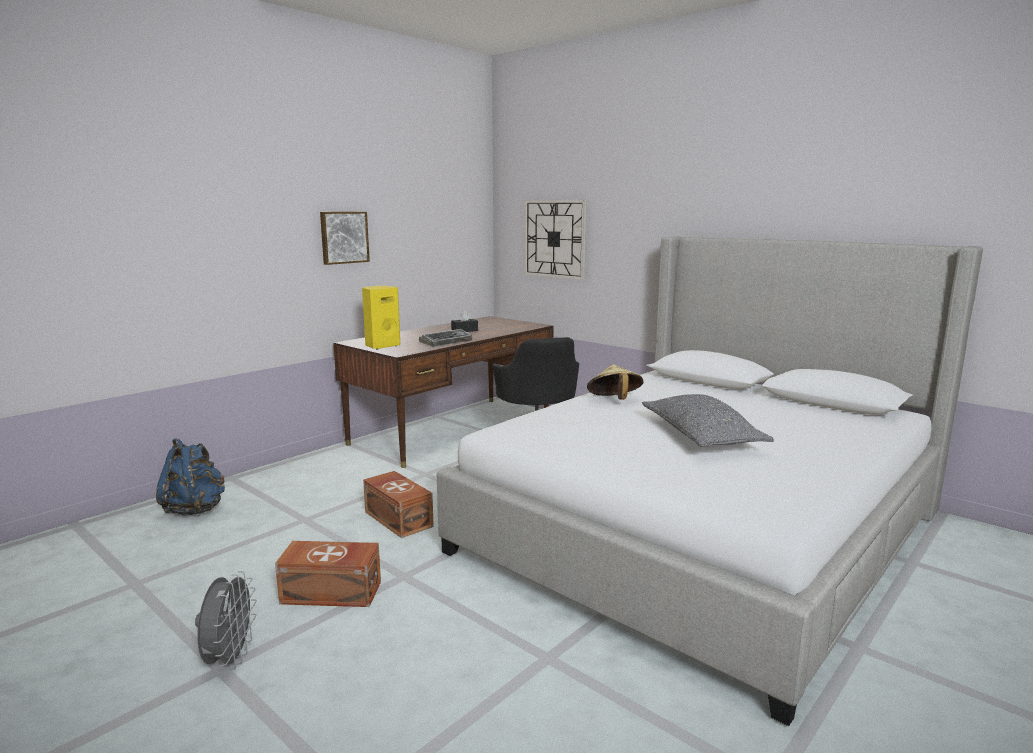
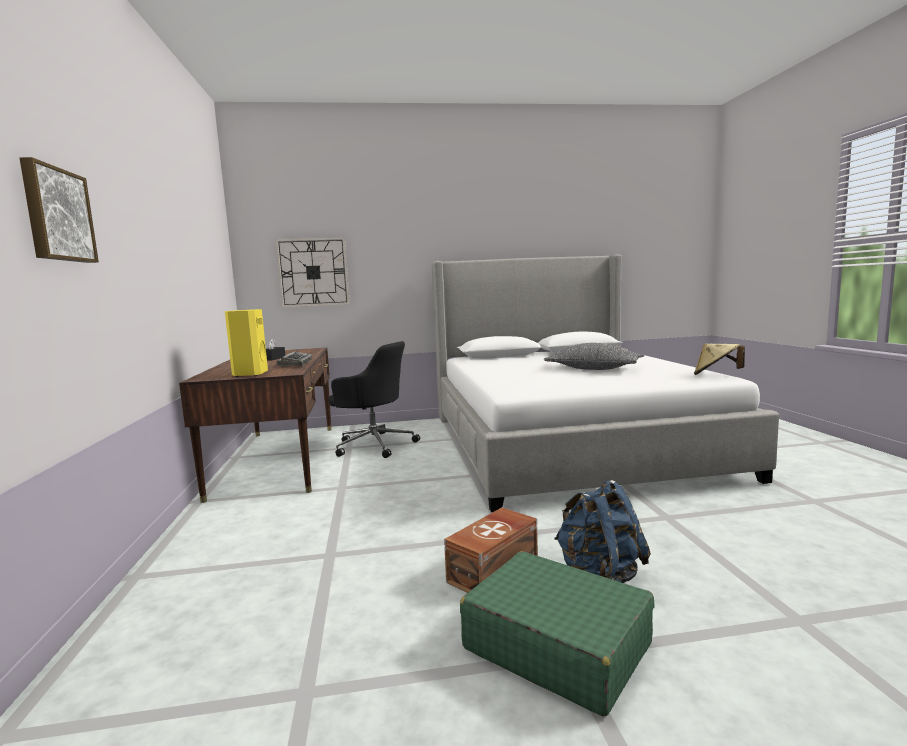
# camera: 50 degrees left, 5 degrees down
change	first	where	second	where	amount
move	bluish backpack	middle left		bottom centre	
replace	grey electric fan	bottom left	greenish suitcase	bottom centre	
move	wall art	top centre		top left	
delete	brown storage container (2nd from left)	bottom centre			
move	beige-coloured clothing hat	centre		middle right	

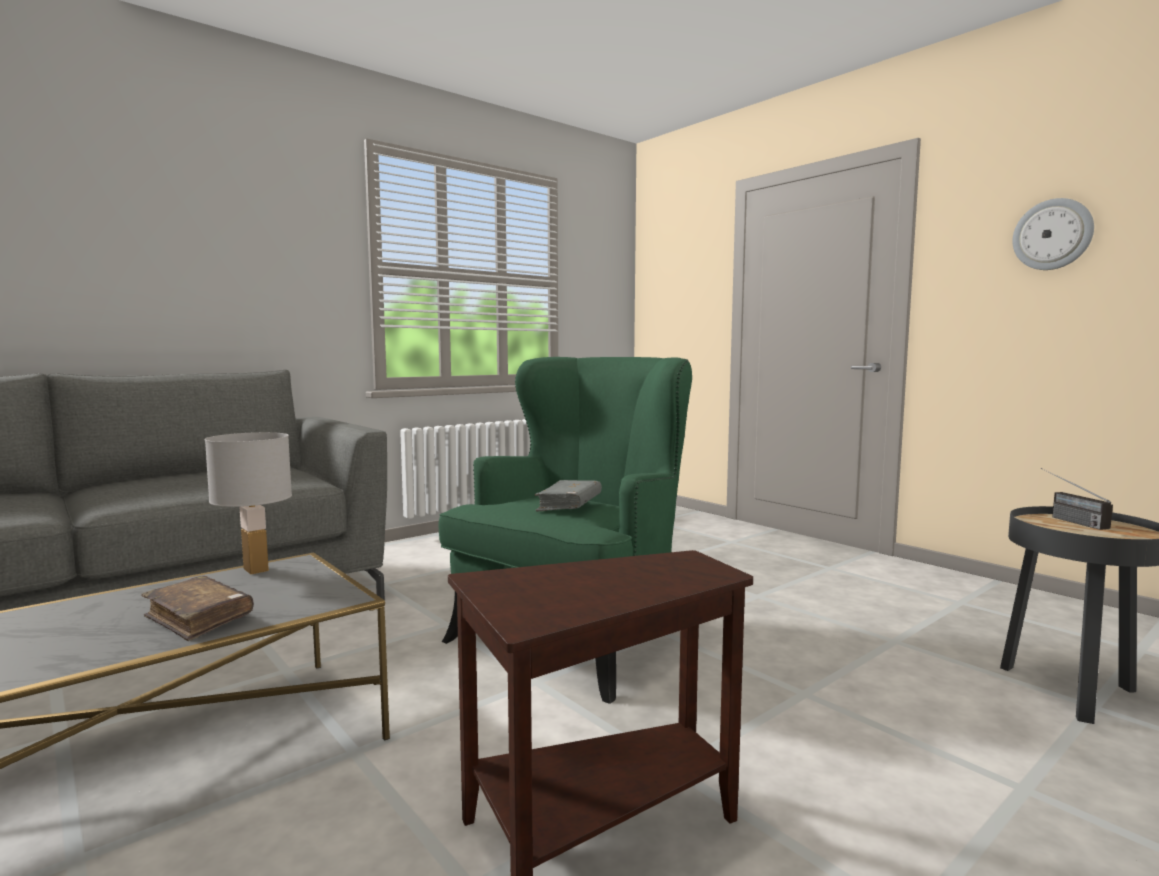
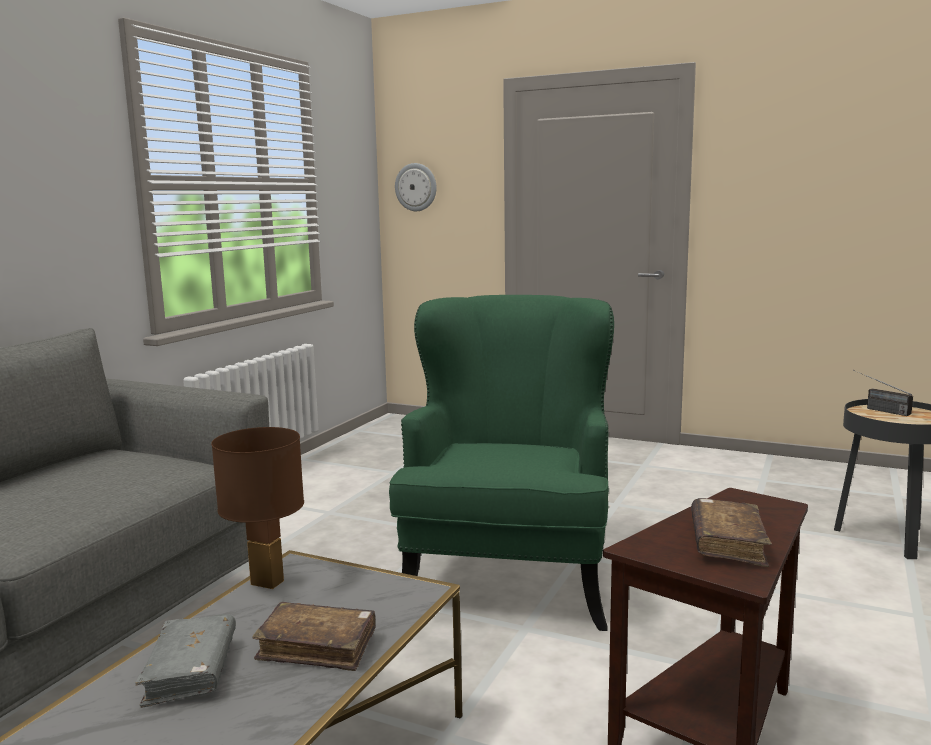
# camera: 25 degrees left, 5 degrees up
change	first	where	second	where	amount
recolor	whitish tabletop lamp	middle left	brown tabletop lamp	bottom left	
move	grey bound book	centre		bottom left	
move	clock on the wall	top right		top centre	
insert			brown bound book (2nd from left)	bottom right	

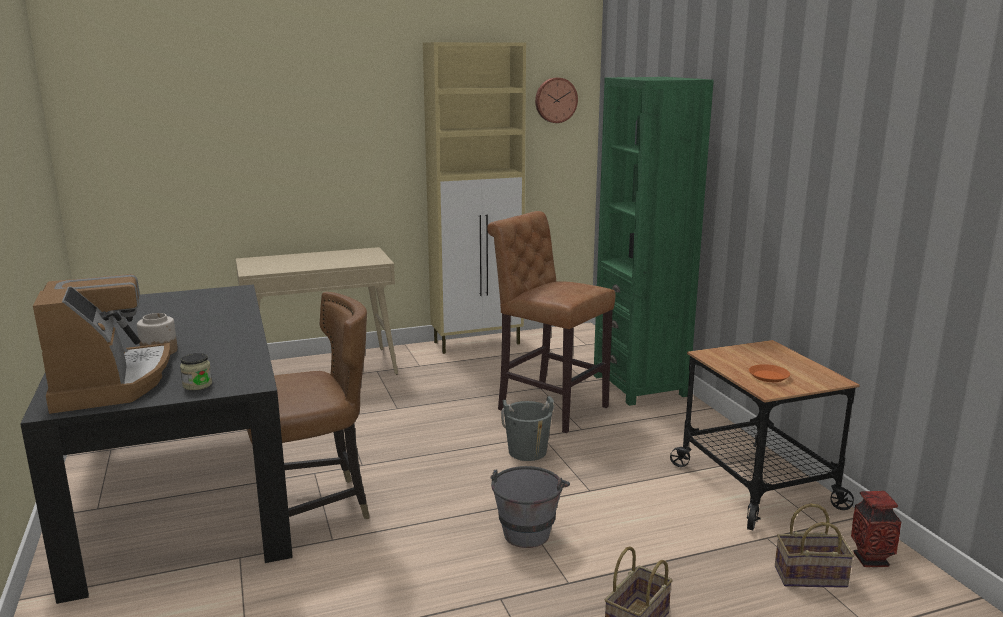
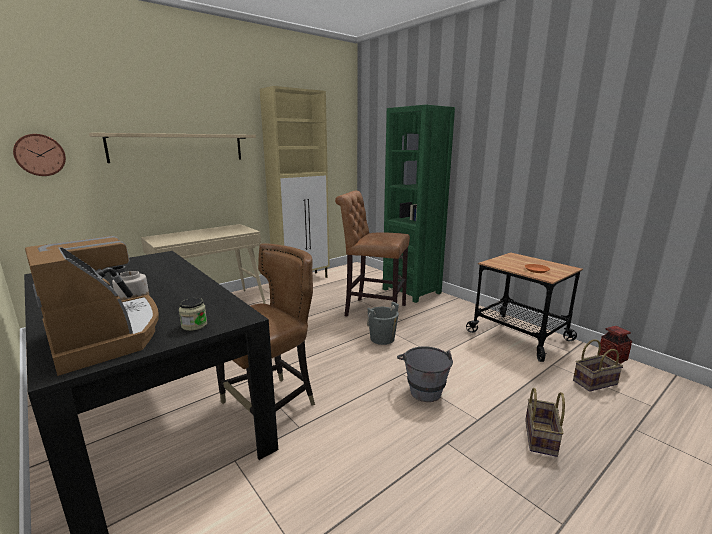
# camera: 20 degrees left, 0 degrees up
change	first	where	second	where	amount
move	clock on the wall	top centre		top left	
insert			beige-coloured bracket shelf	top left	

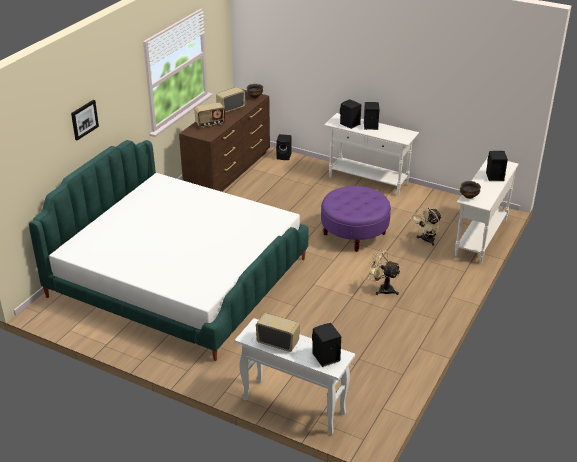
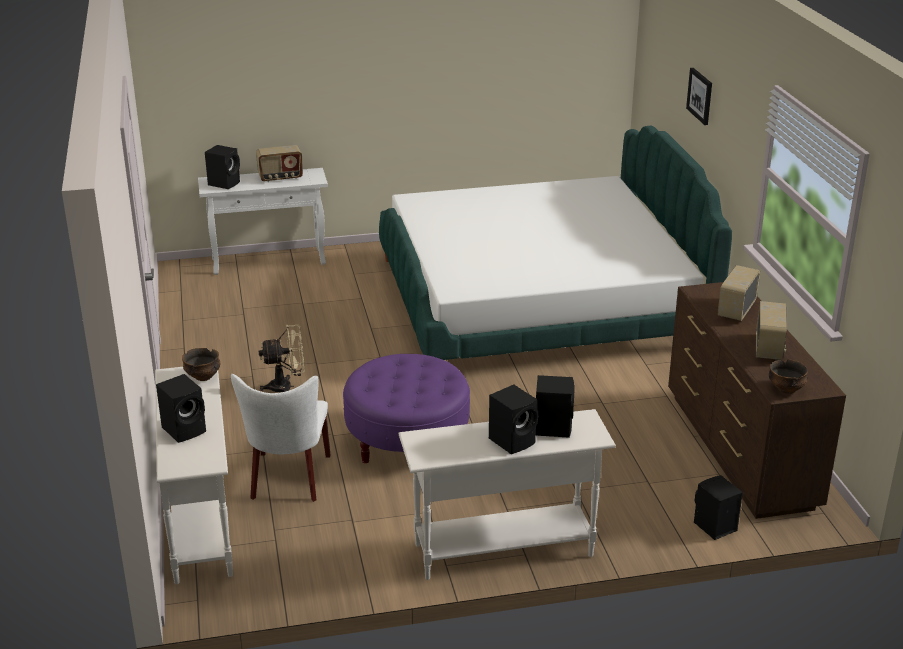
# camera: 140 degrees right, 5 degrees down
change	first	where	second	where	amount
replace	beige-coloured electric fan (2nd from left)	middle right	whitish chair	bottom left	

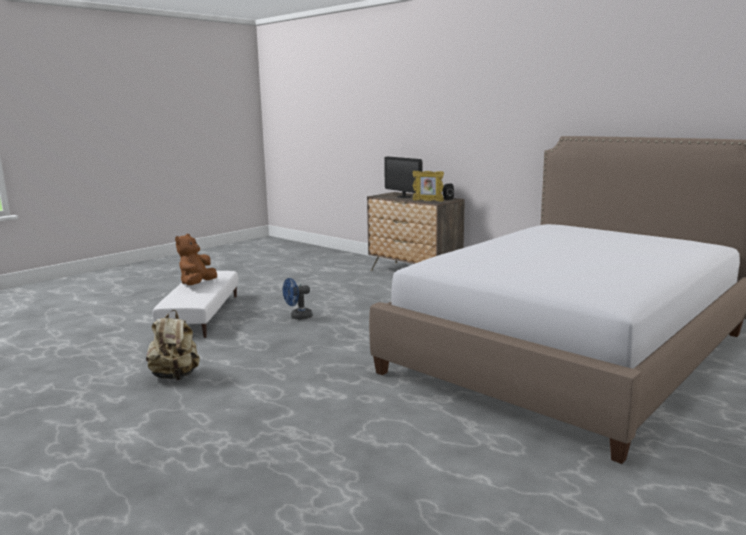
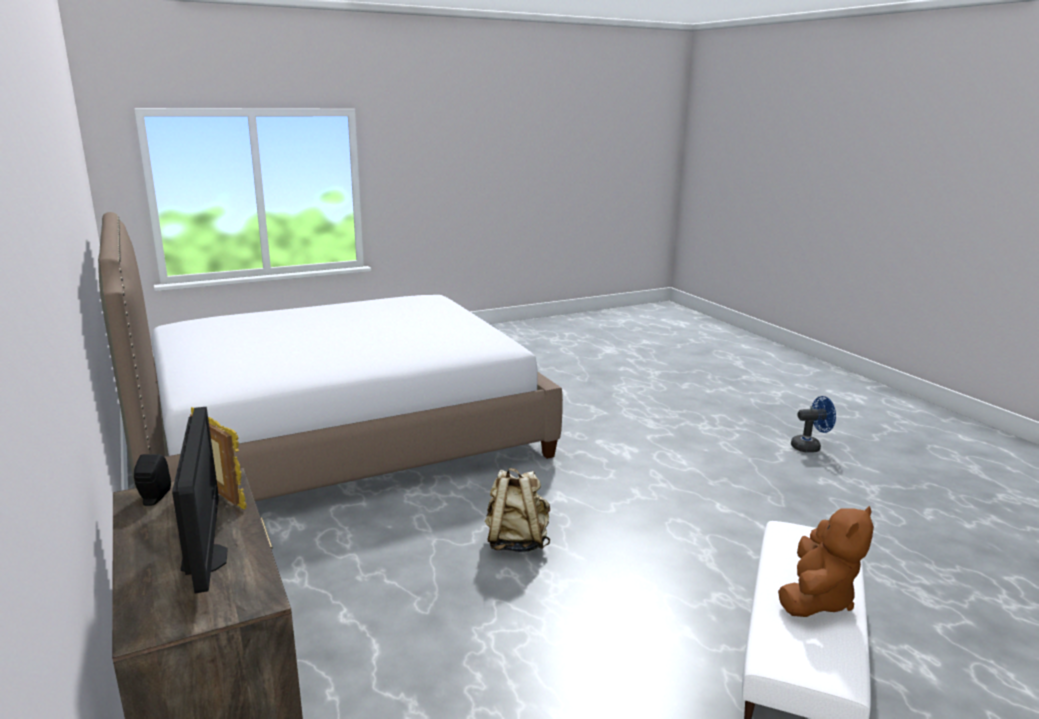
# camera: 160 degrees left, 5 degrees up
change	first	where	second	where	amount
move	beige-coloured backpack	middle left		bottom centre	
move	bluish electric fan	centre		middle right	

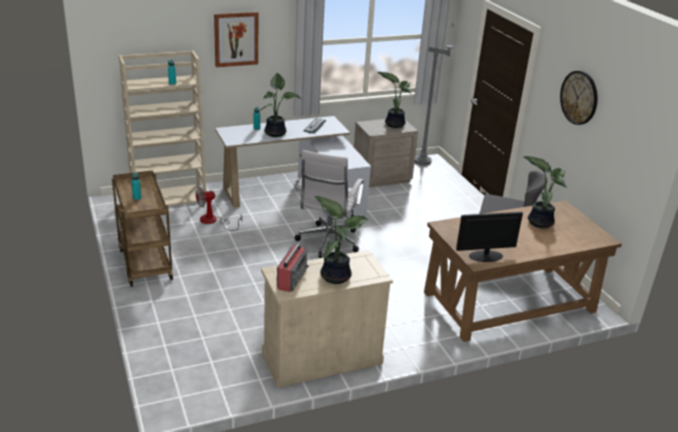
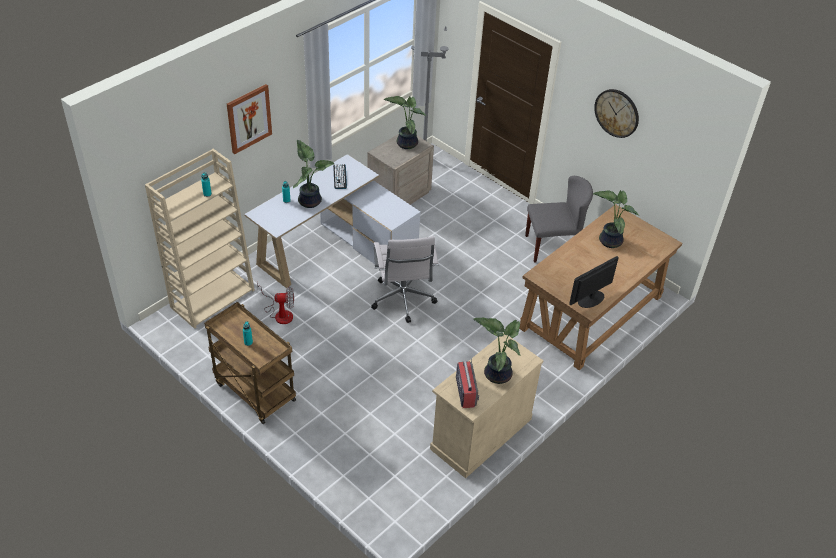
# camera: 25 degrees left, 15 degrees up
change	first	where	second	where	amount
rotate	electric fan	middle left		middle left	135 degrees counterclockwise

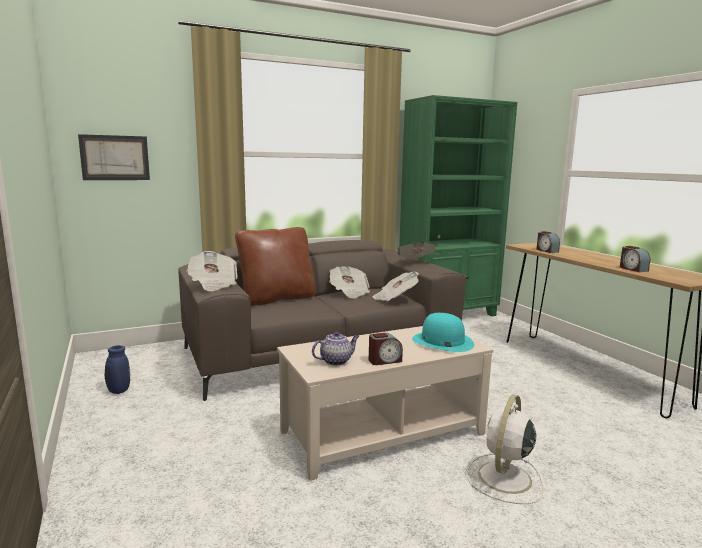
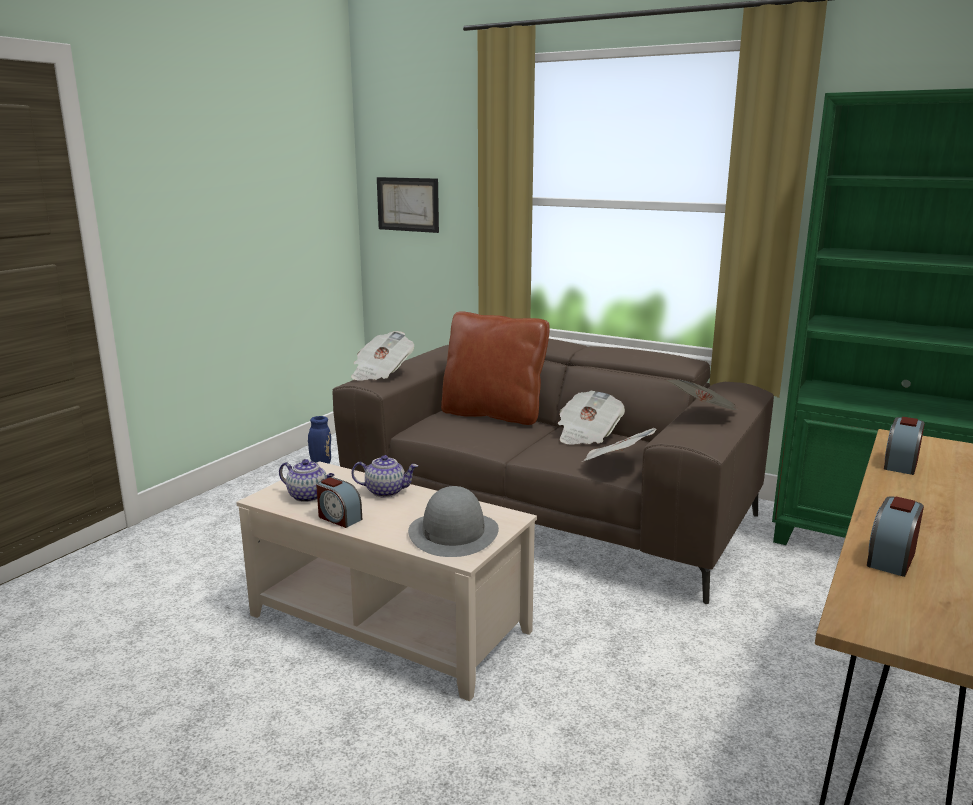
# camera: 55 degrees right, 5 degrees up
change	first	where	second	where	amount
recolor	turquoise-coloured clothing hat	centre	grey clothing hat	centre	
delete	whitish electric fan	bottom right			
insert			tea pot (2nd from left)	centre	

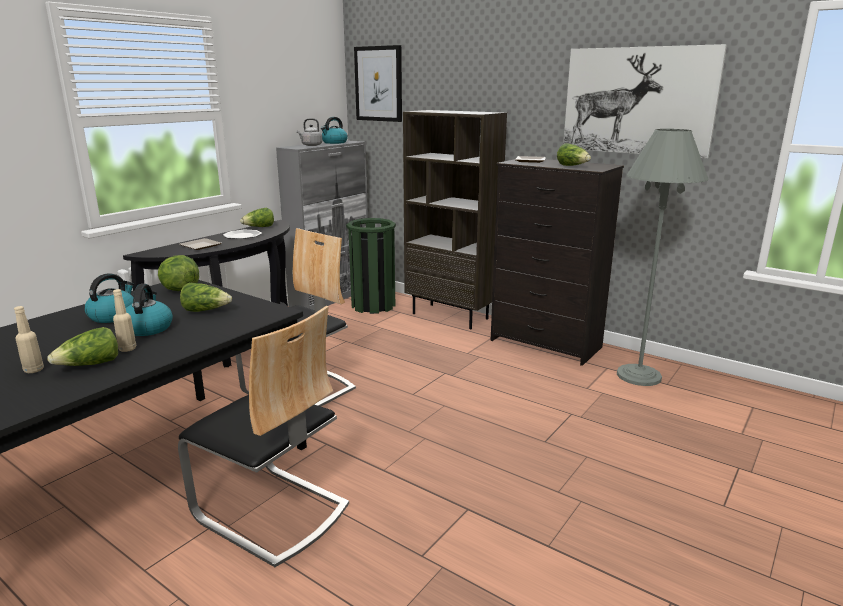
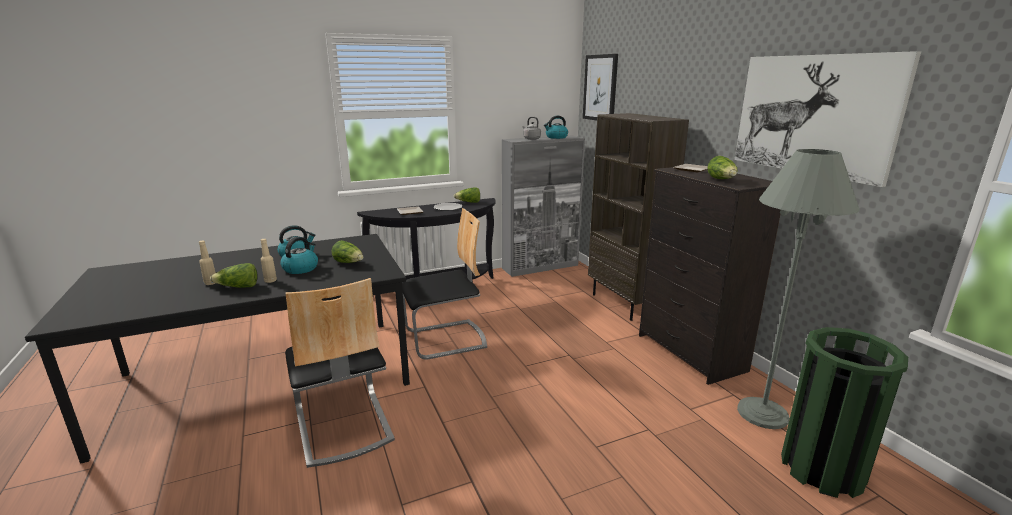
# camera: 30 degrees right, 0 degrees up
change	first	where	second	where	amount
delete	lettuce (2nd from left)	middle left			
move	greenish waste bin	centre		bottom right	

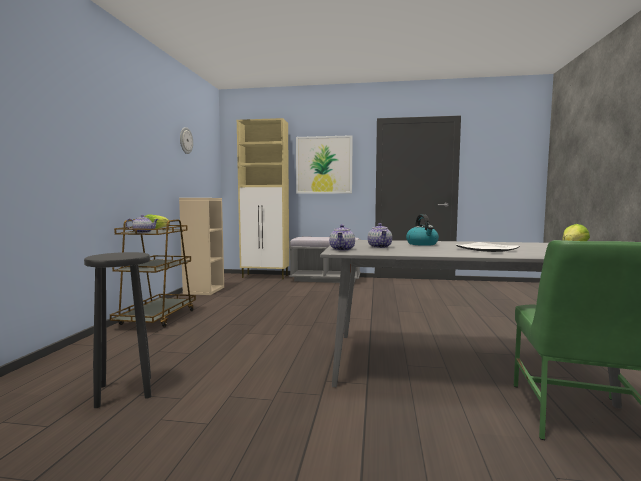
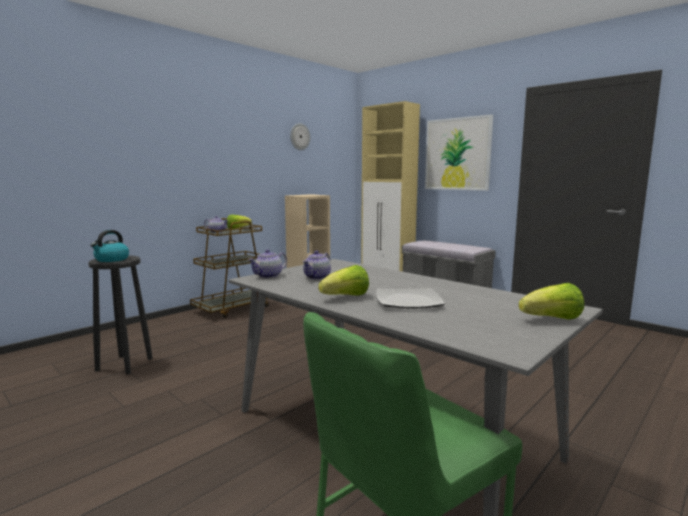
# camera: 35 degrees right, 5 degrees up
change	first	where	second	where	amount
move	kettle	centre		middle left	
insert			lettuce (2nd from left)	centre	

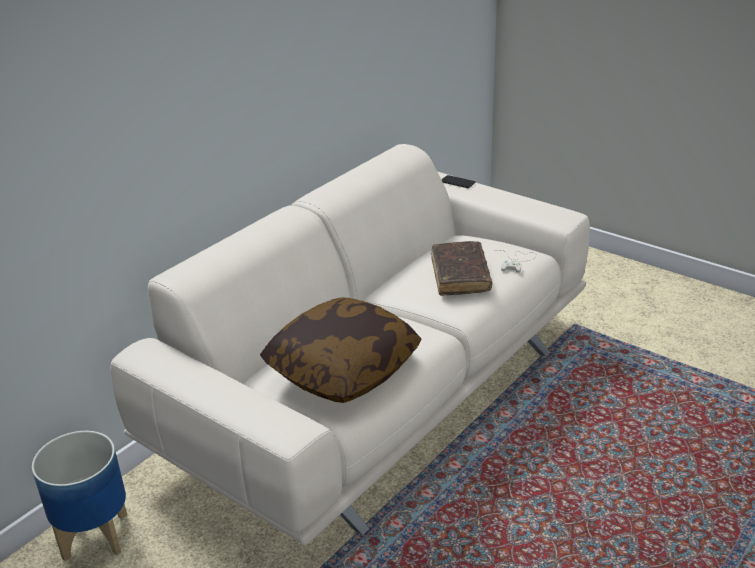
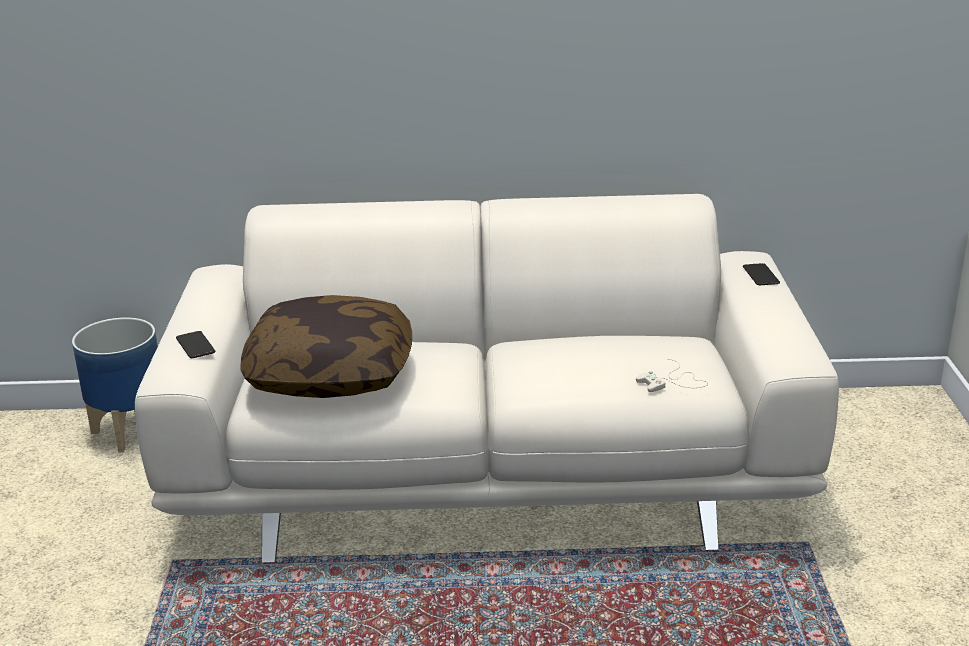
# camera: 50 degrees right, 5 degrees down
change	first	where	second	where	amount
delete	brown bound book	centre			
insert			handset (1st from left)	middle left	

